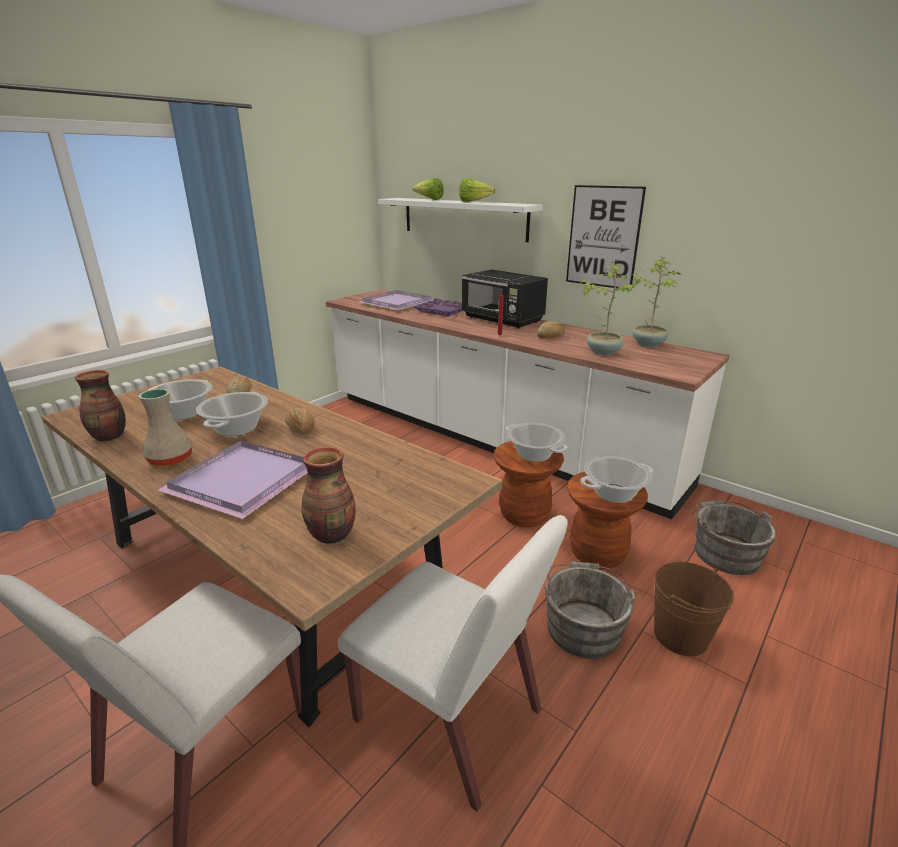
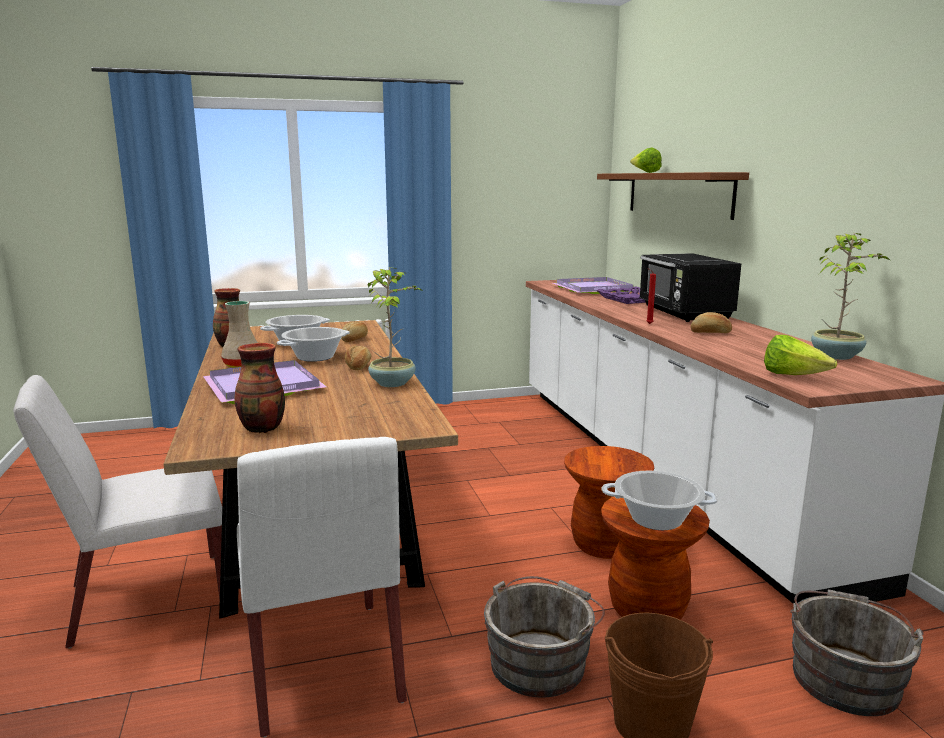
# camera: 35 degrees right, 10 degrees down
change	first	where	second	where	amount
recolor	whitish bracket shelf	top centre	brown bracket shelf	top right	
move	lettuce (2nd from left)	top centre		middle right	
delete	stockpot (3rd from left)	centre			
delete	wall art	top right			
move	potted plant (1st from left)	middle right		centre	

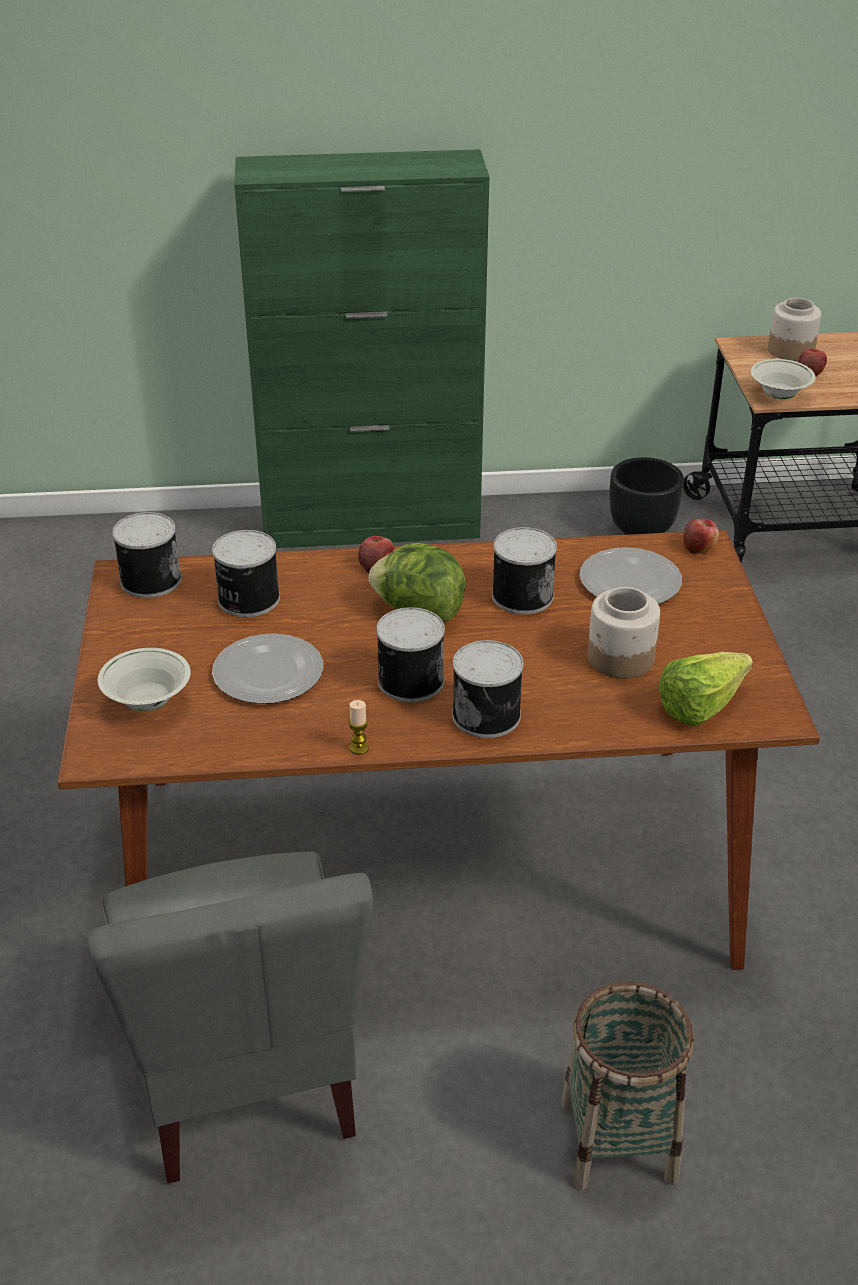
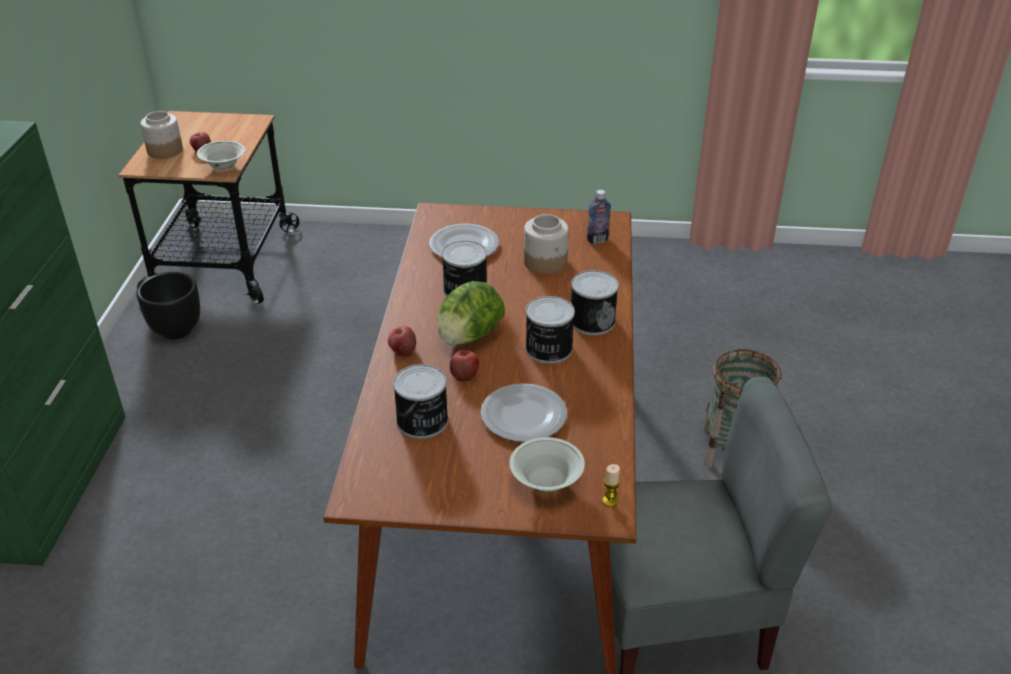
# camera: 80 degrees left, 0 degrees up
change	first	where	second	where	amount
delete	metal can (1st from left)	middle left			
move	wax candle	centre		bottom centre	
replace	lettuce (2nd from left)	middle right	beverage bottle	top centre	
move	whole apple (2nd from left in the first image)	middle right	whole apple (3rd from left)	centre	

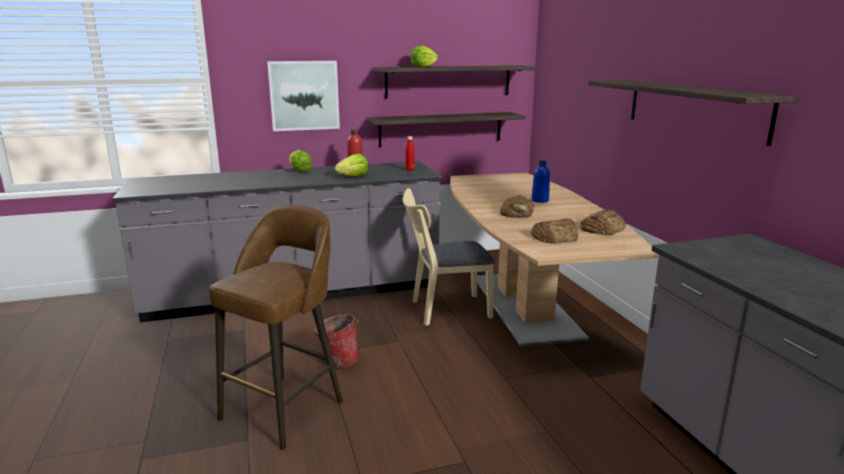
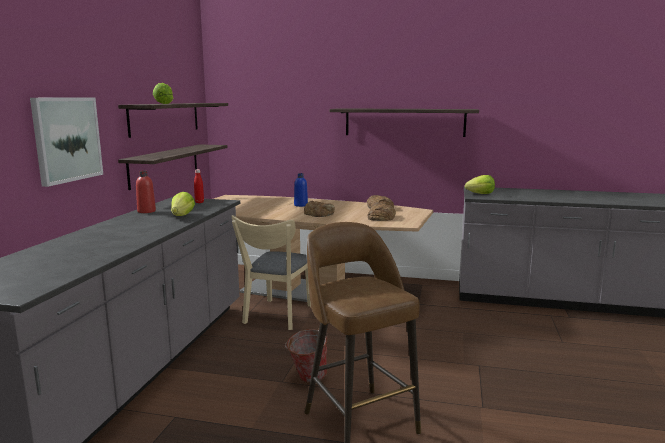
# camera: 60 degrees left, 5 degrees down
change	first	where	second	where	amount
move	lettuce (1st from left in the first image)	centre	lettuce (3rd from left)	middle right	

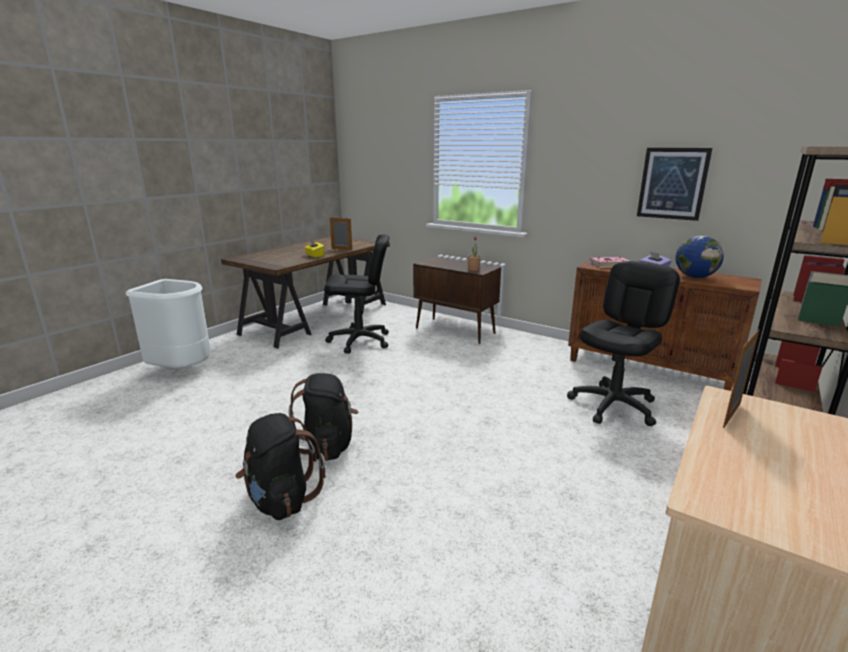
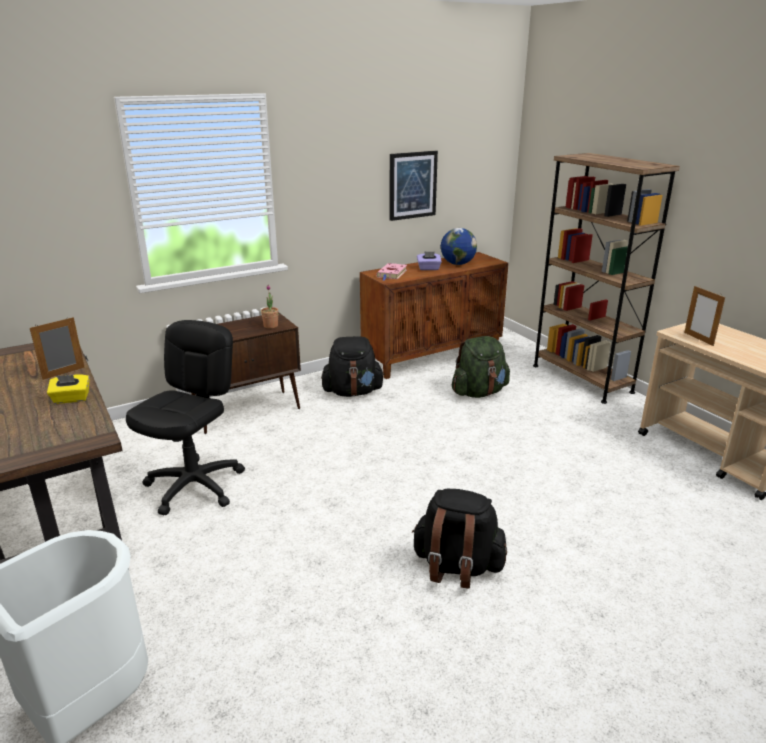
# camera: 65 degrees left, 5 degrees up
change	first	where	second	where	amount
move	black backpack (1st from left)	bottom left		centre	
replace	black computer chair (2nd from left)	middle right	greenish backpack	centre	

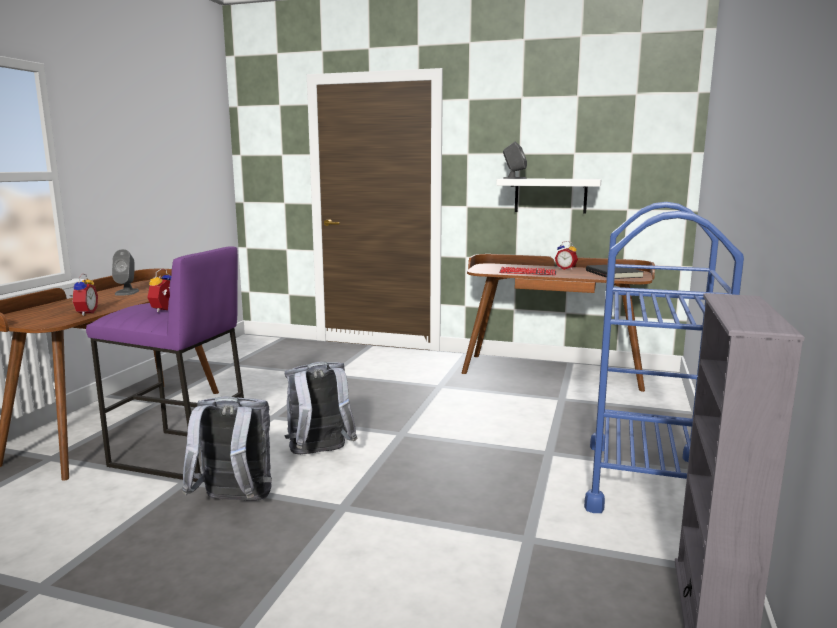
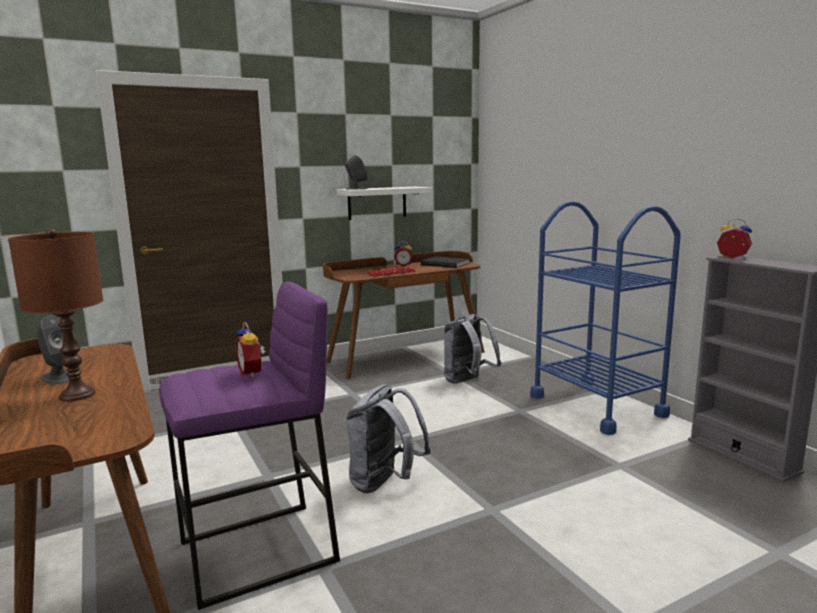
# camera: 45 degrees left, 0 degrees up
change	first	where	second	where	amount
move	bedside clock (1st from left in the first image)	middle left	bedside clock (3rd from left)	middle right	
move	grey backpack (1st from left in the first image)	bottom left	grey backpack (2nd from left)	centre	
insert			brown tabletop lamp	middle left	

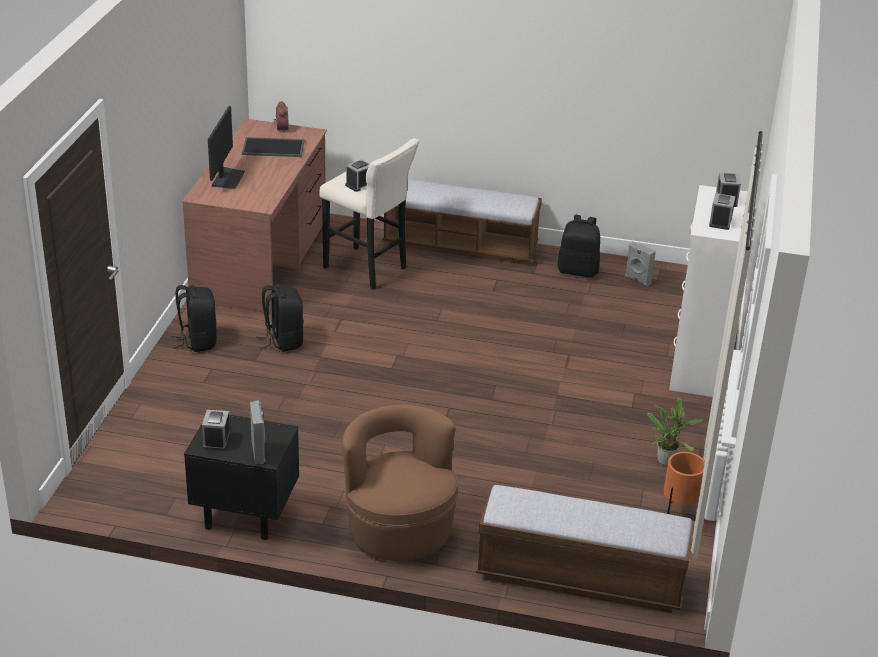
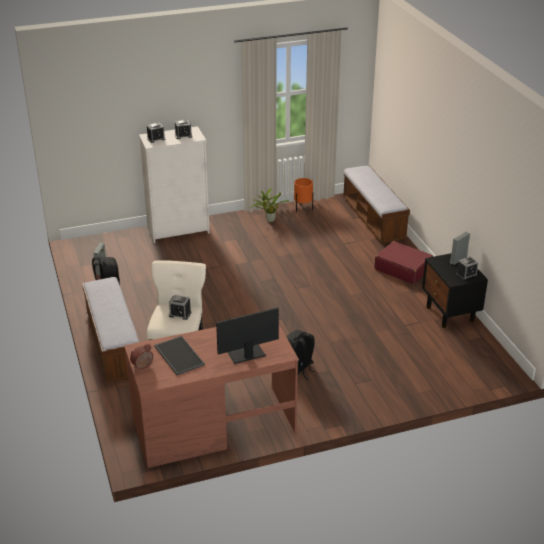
# camera: 120 degrees left, 0 degrees up
change	first	where	second	where	amount
delete	black backpack (1st from left)	middle left			
replace	brown easy chair	bottom centre	reddish suitcase	middle right	

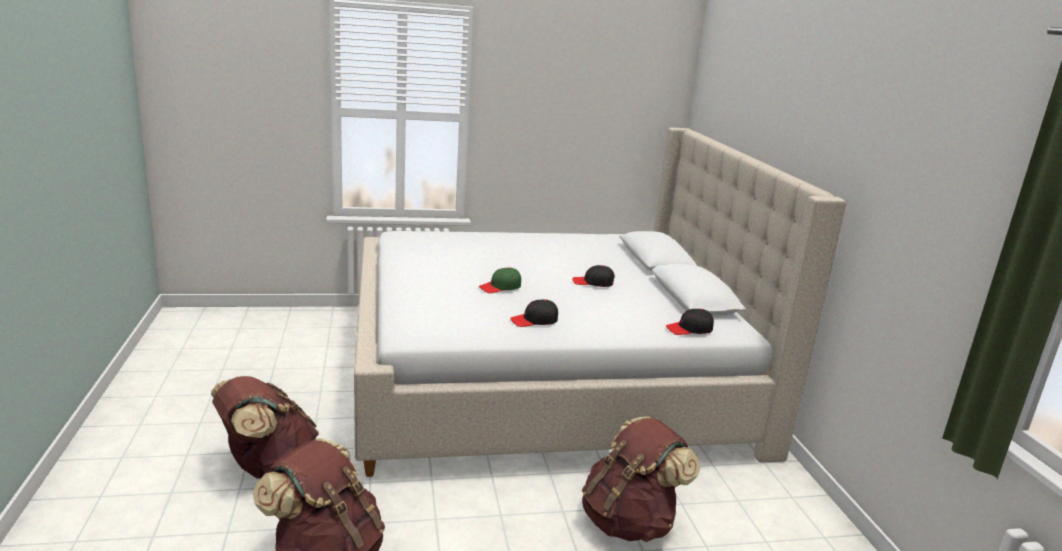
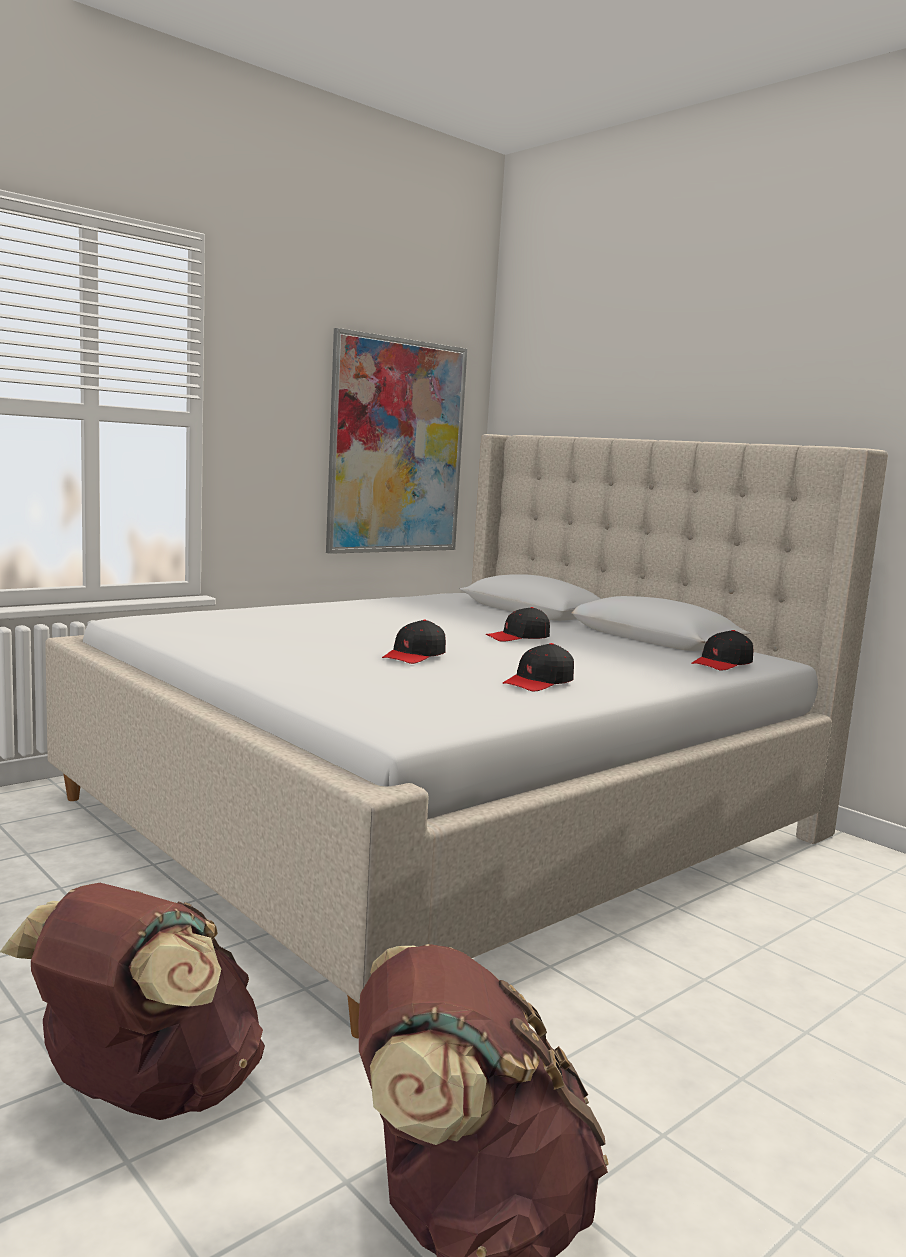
# camera: 30 degrees left, 10 degrees down
change	first	where	second	where	amount
recolor	greenish peaked cap	centre	black peaked cap (1st from left)	centre	
delete	brown backpack (3rd from left)	bottom centre			
insert			wall art	centre	

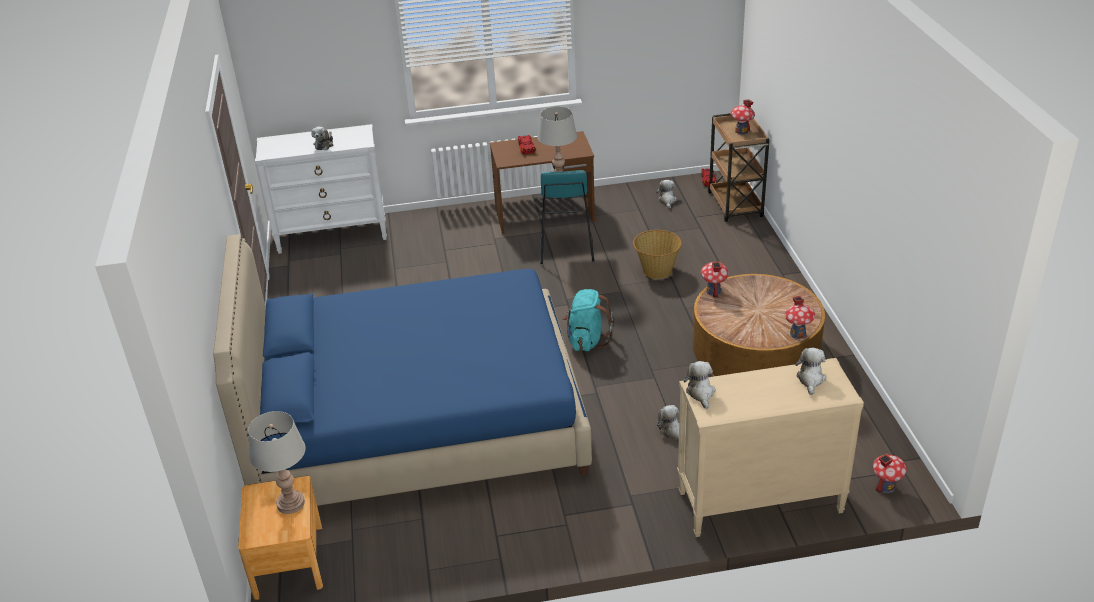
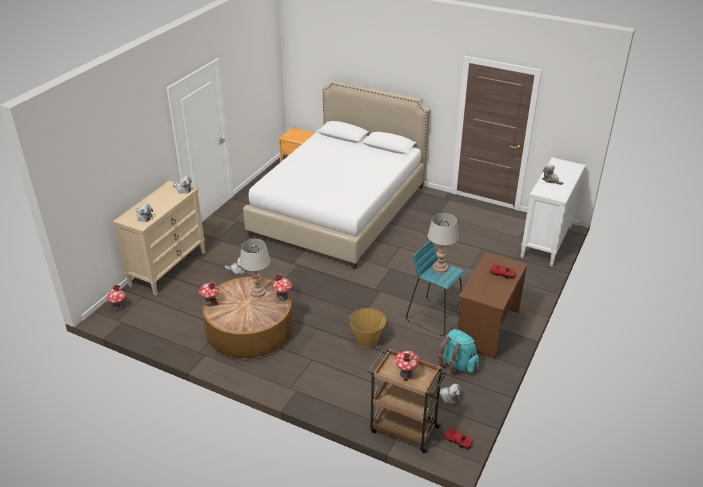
# camera: 125 degrees right, 0 degrees up
change	first	where	second	where	amount
recolor	bluish bed	centre	whitish bed	centre	
move	grey tabletop lamp (1st from left)	bottom left		centre	
move	turquoise-coloured backpack	centre		bottom centre	

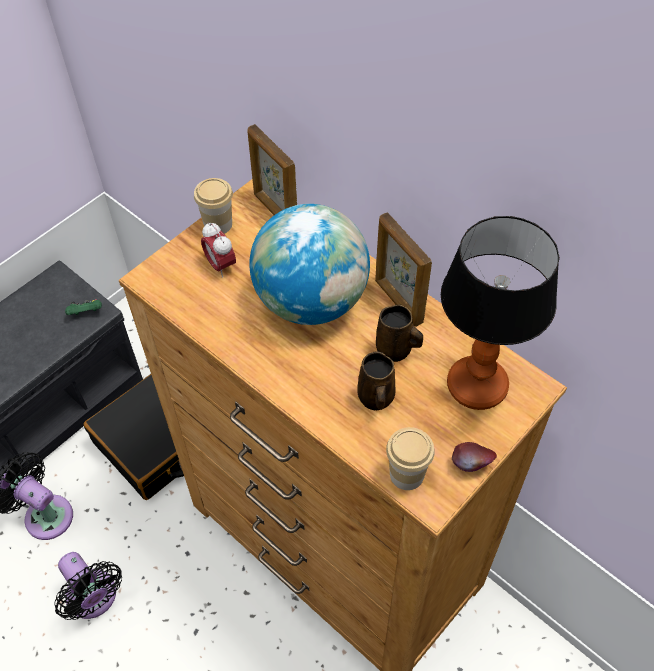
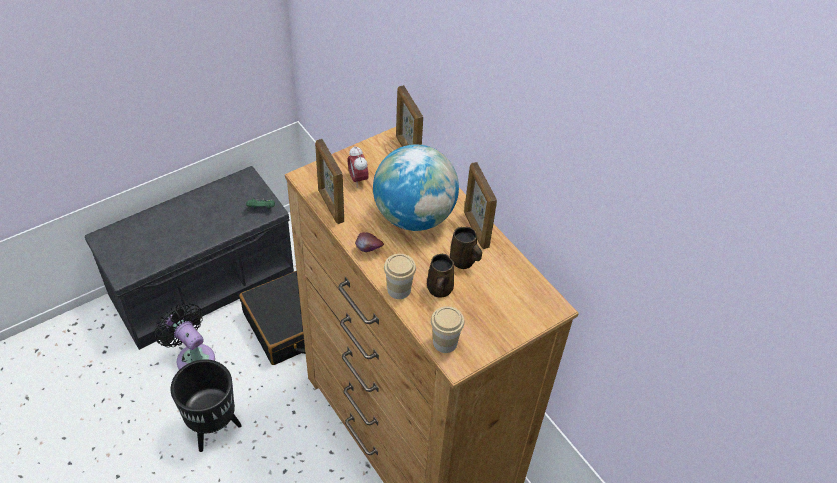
# camera: 10 degrees right, 5 degrees down
change	first	where	second	where	amount
replace	black electric fan (2nd from left)	bottom left	black plant pot	bottom left	
move	cup (1st from left)	top left		centre	
delete	tabletop lamp	middle right			
move	whole apple	bottom right		centre	
insert			picture frame (1st from left)	centre	

